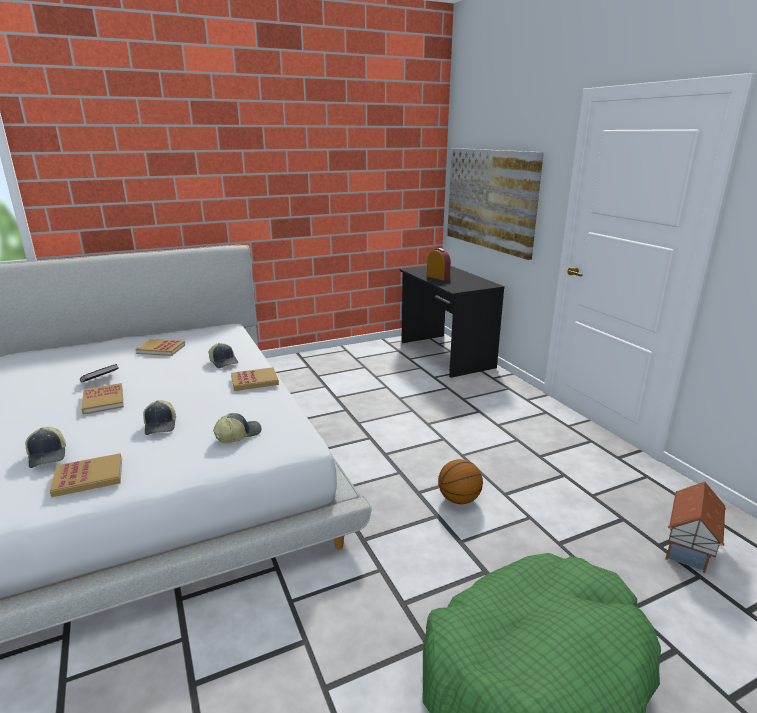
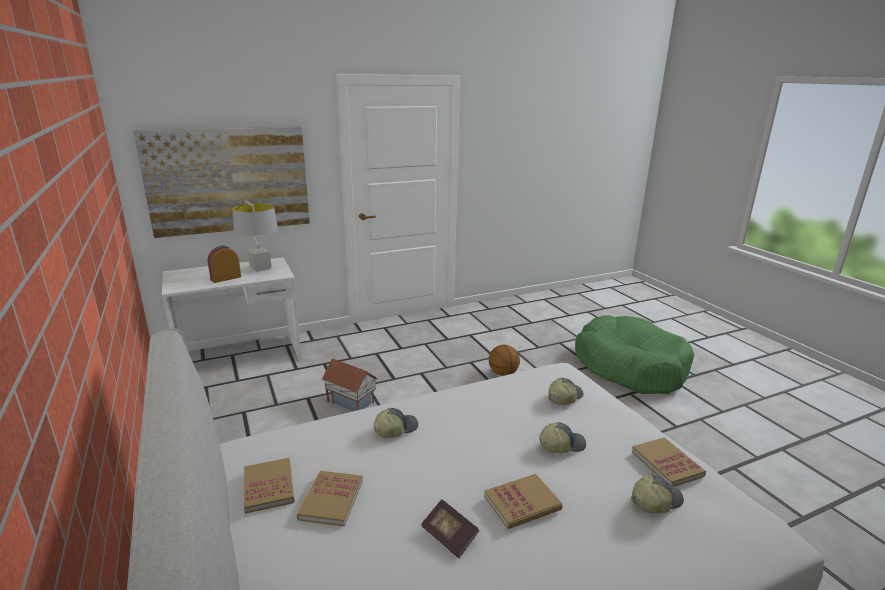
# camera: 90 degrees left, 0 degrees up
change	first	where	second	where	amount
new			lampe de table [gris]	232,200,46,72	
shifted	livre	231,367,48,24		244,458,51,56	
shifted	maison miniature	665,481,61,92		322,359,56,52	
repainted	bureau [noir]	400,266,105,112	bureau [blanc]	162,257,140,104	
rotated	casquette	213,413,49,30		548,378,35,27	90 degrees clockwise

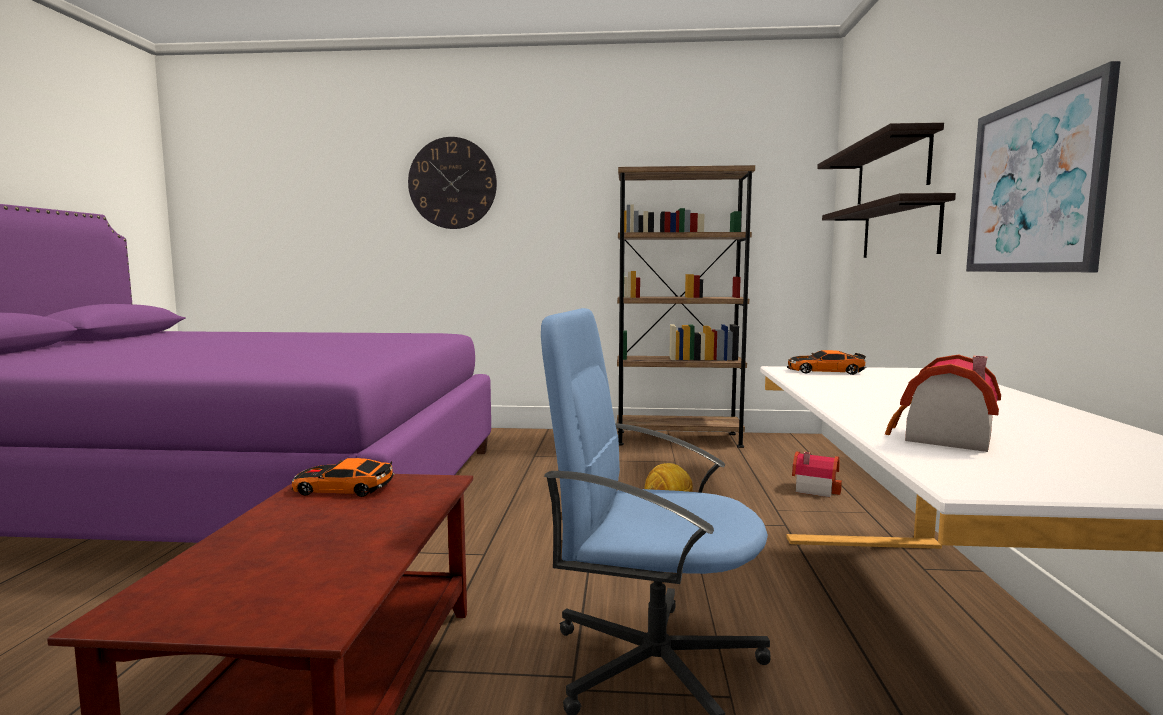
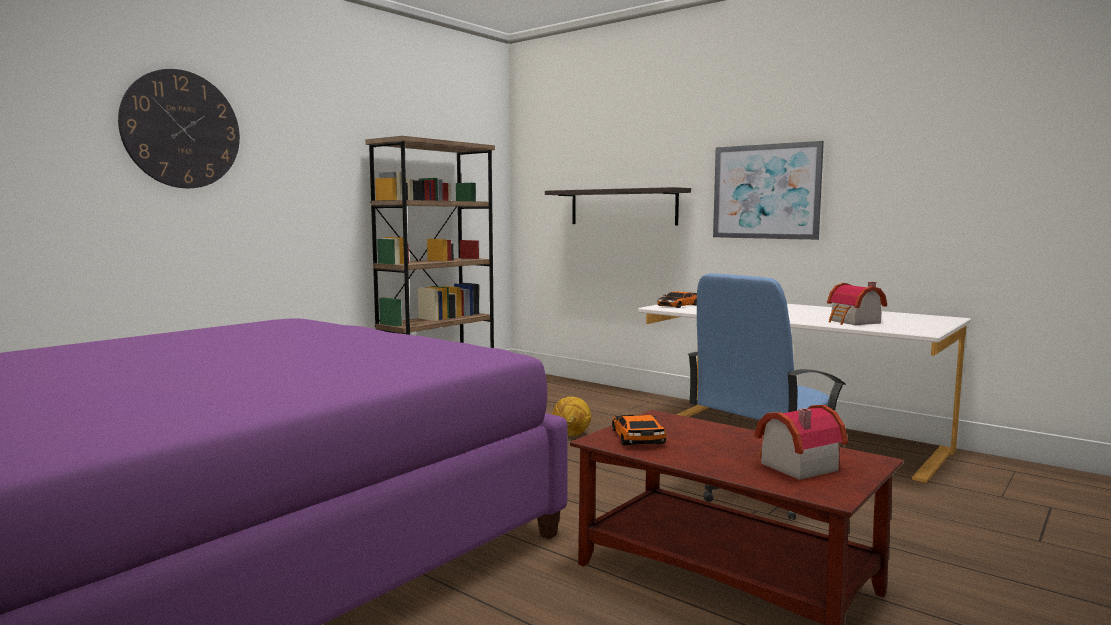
# camera: 55 degrees left, 0 degrees up
change	first	where	second	where	amount
gone	étagère	817,122,127,83			
shifted	maison miniature	792,451,50,46		754,405,94,75	
rotated	petite voiture	292,458,103,39		612,414,54,31	135 degrees clockwise

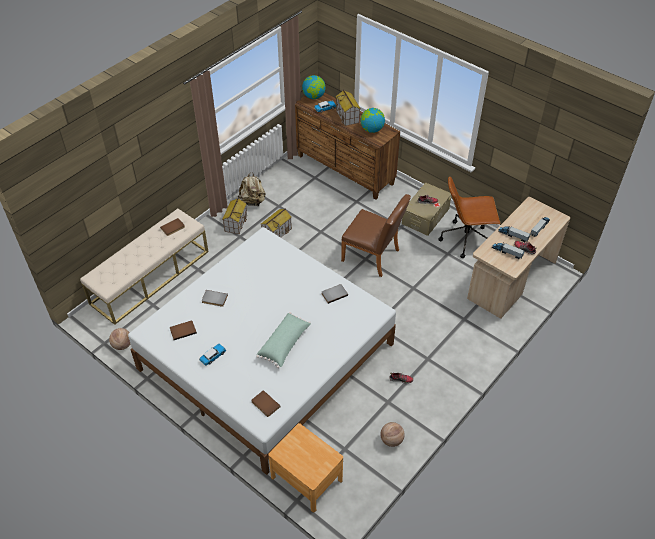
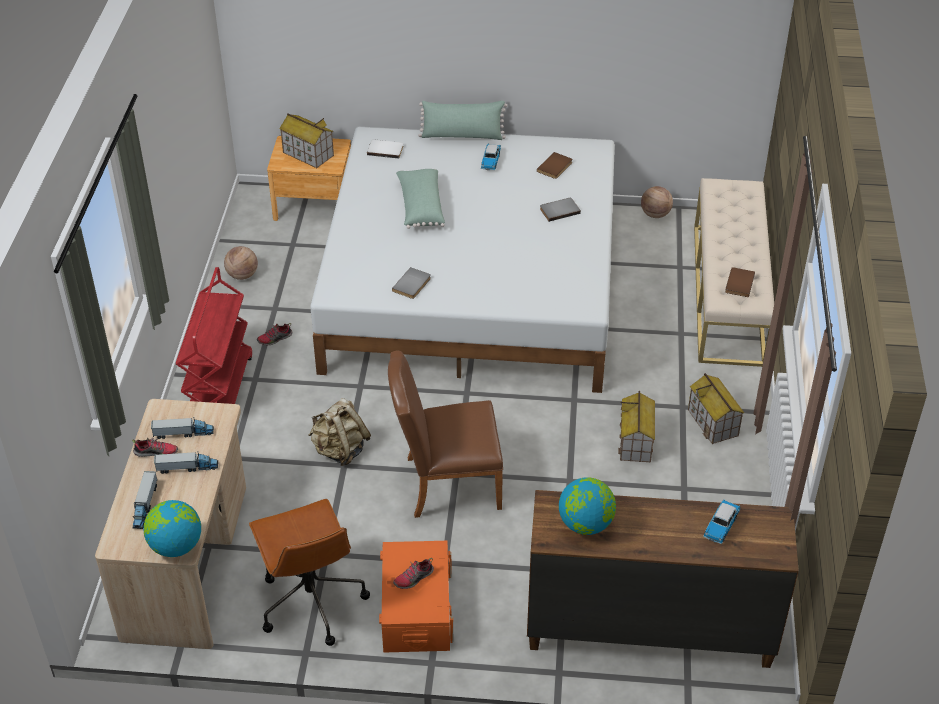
# camera: 145 degrees right, 5 degrees down
change	first	where	second	where	amount
new			chariot [rouge]	176,267,76,137	
new			coussin [vert]	418,101,89,39	
shifted	sac à dos [beige]	238,173,28,34		308,398,63,68	
shifted	globe	302,75,24,24		143,500,58,57	
shifted	maison miniature	336,89,25,37		279,113,55,55	
repainted	livre [marron]	251,390,30,27	livre [blanc]	367,139,37,20	
repainted	boîte de rangement [beige]	402,183,50,53	boîte de rangement [orange]	379,541,74,112	
rotated	chaise de bureau [marron]	438,176,63,82		249,499,121,147	105 degrees clockwise

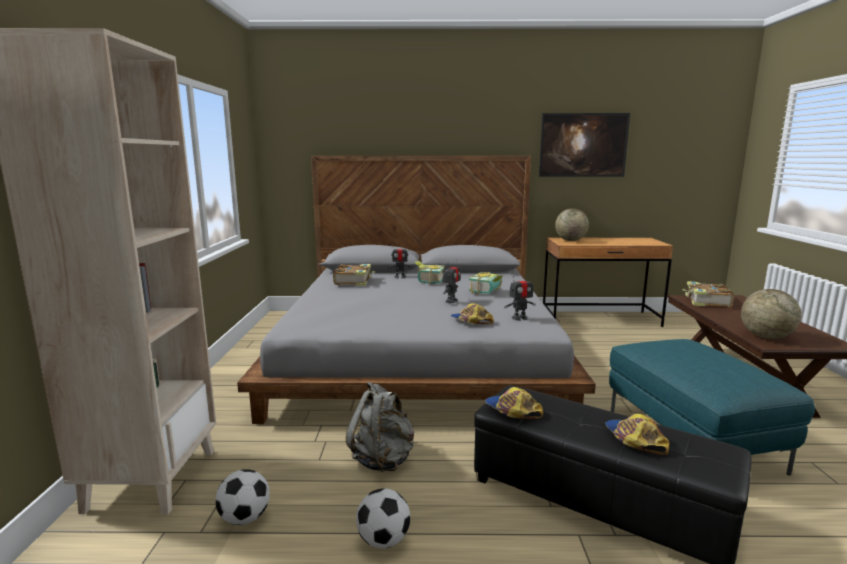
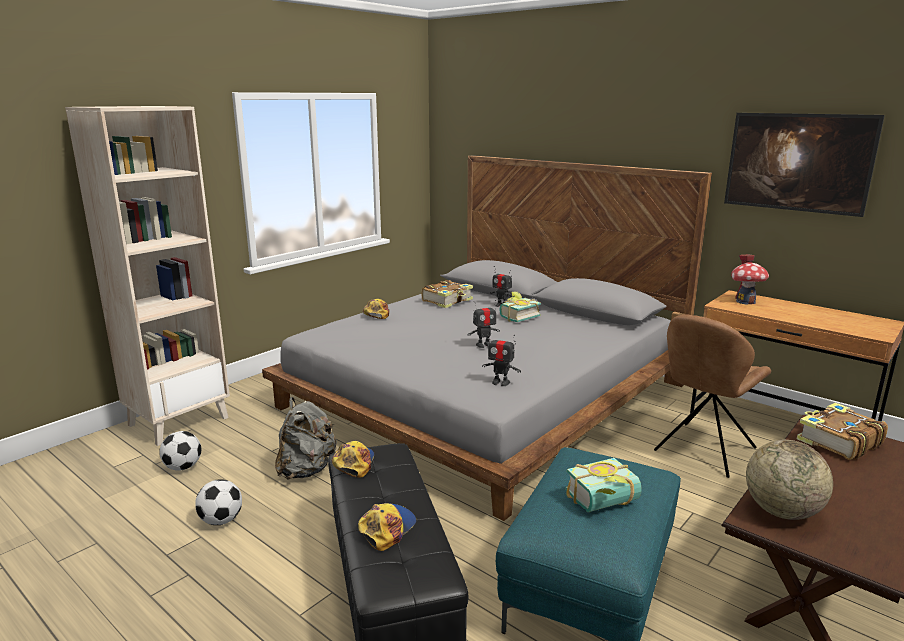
# camera: 40 degrees right, 5 degrees up
change	first	where	second	where	amount
new			chaise [marron]	654,314,117,164	
shifted	casquette	450,303,44,21		363,299,26,20	
shifted	livre	469,272,34,22		566,458,76,54	
swapped	globe	555,209,34,32	maison miniature	731,254,38,51	

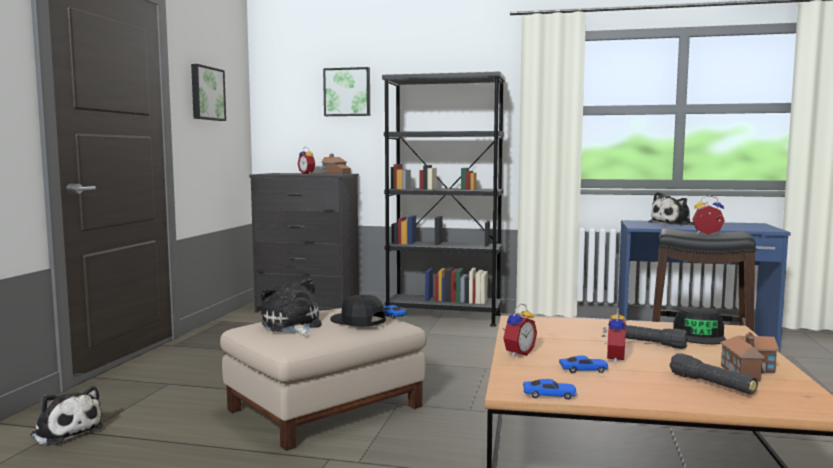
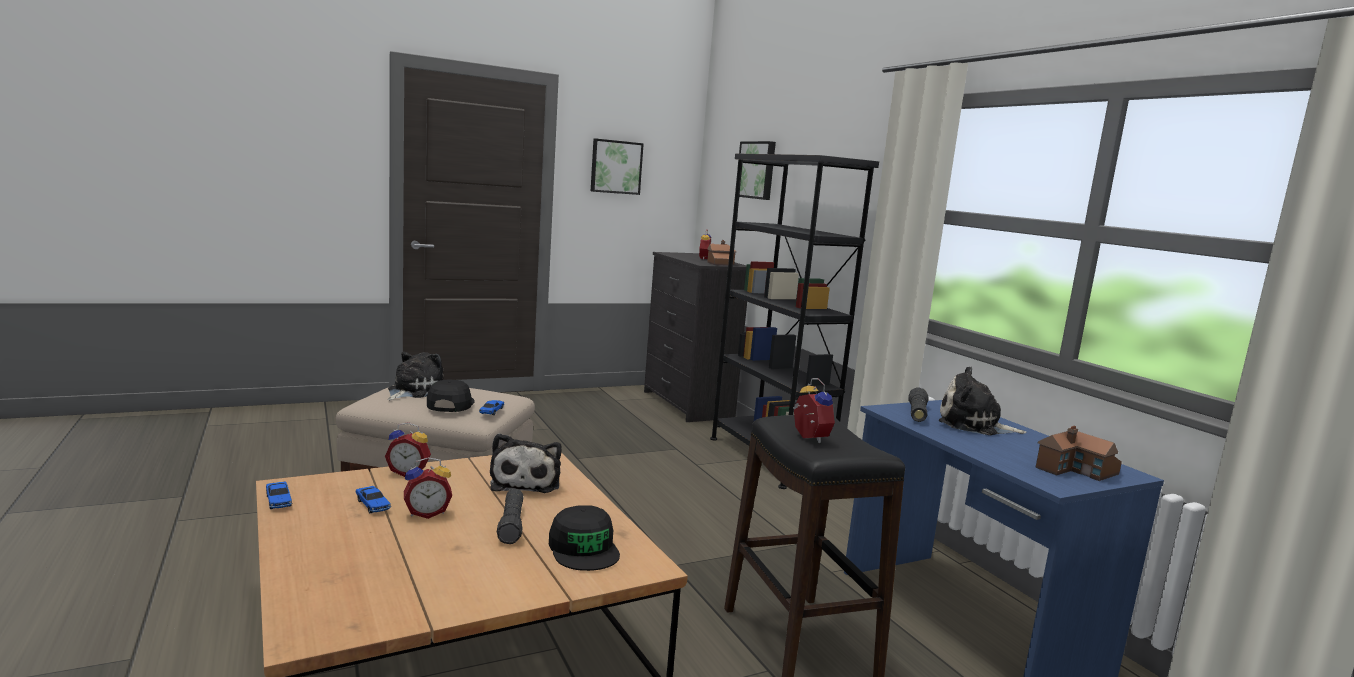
# camera: 50 degrees right, 5 degrees up
change	first	where	second	where	amount
shifted	peluche	31,386,72,59		490,433,72,60	
shifted	lampe de poche [noir]	670,353,88,41		908,387,21,35	
shifted	maison miniature	720,332,59,49		1035,426,87,55	
rotated	casquette [noir]	673,307,53,37		549,505,71,66	90 degrees counterclockwise

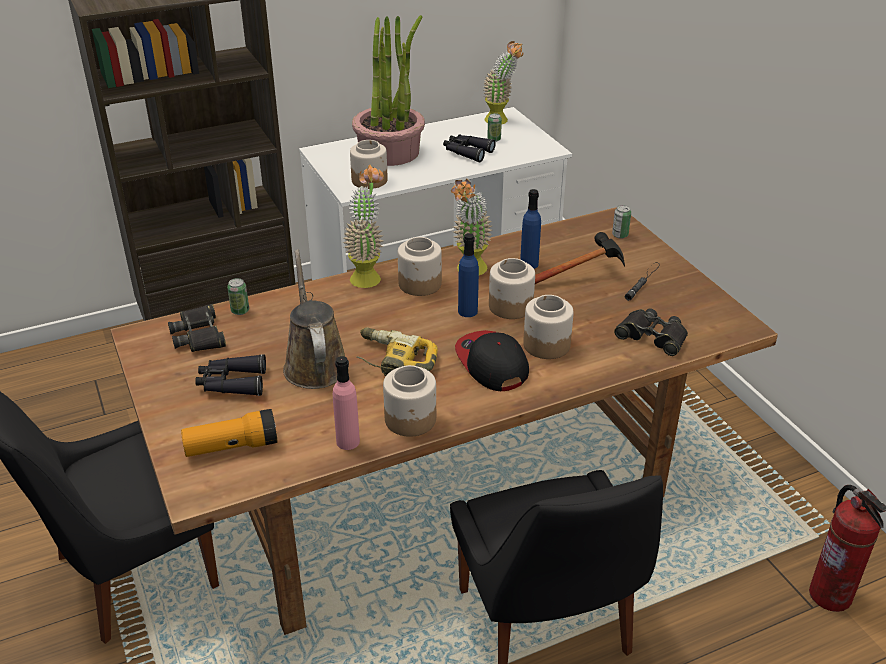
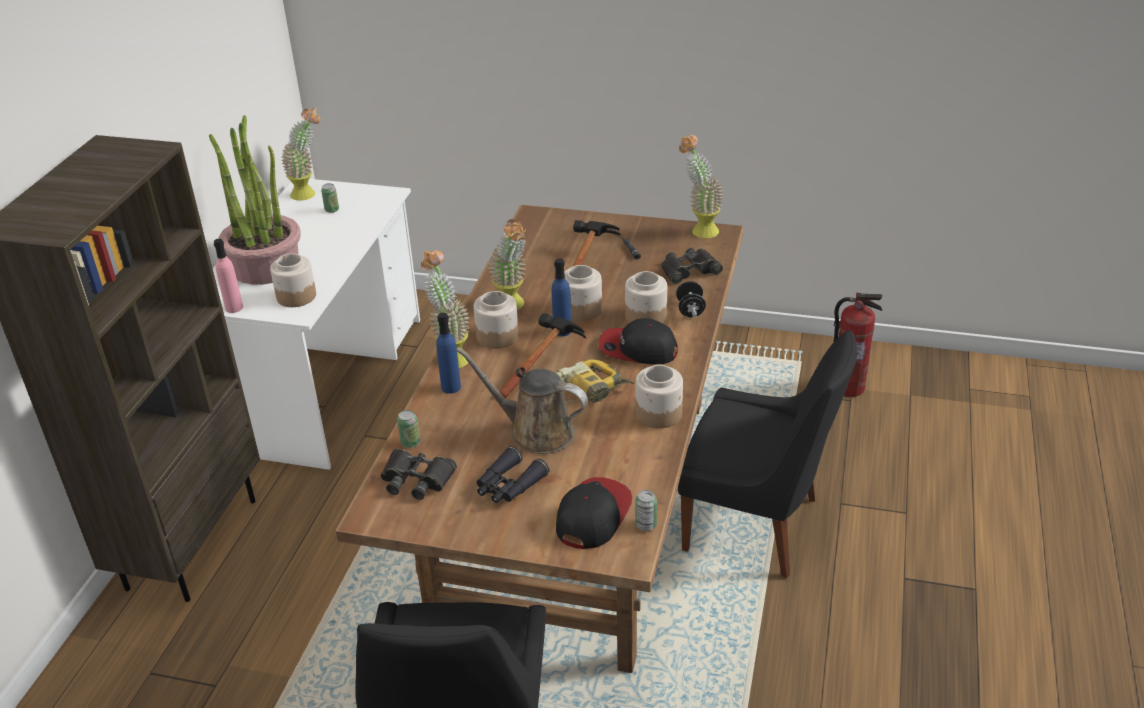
# camera: 50 degrees left, 0 degrees up
change	first	where	second	where	amount
gone	jumelles [noir]	443,134,53,28			
new			marteau	499,313,87,85	
new			haltère [noir]	676,281,30,36	
new			plante en pot	679,135,44,103	
shifted	bouteille [rose]	333,356,27,94		214,239,29,74	
shifted	bouteille [bleu]	520,189,21,80		436,313,25,81	
shifted	boîte métallique	612,205,19,34		636,490,21,41	
swapped	lampe de poche	181,409,96,48	casquette	556,477,76,72	

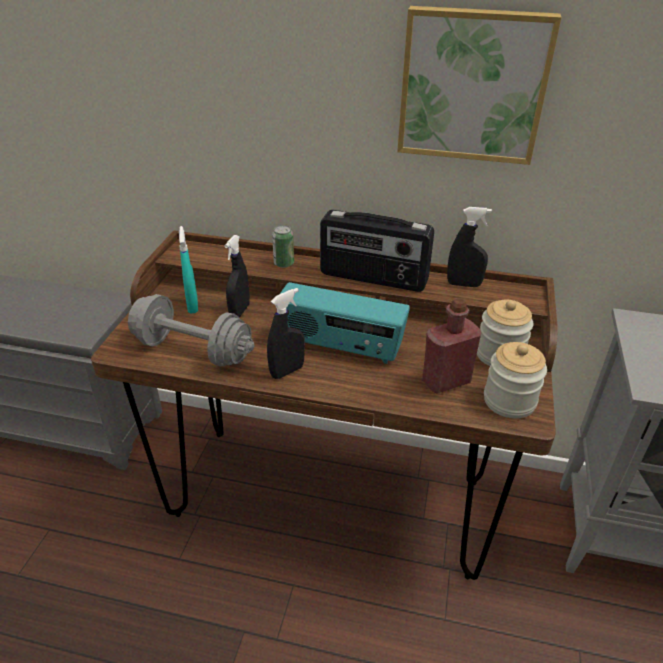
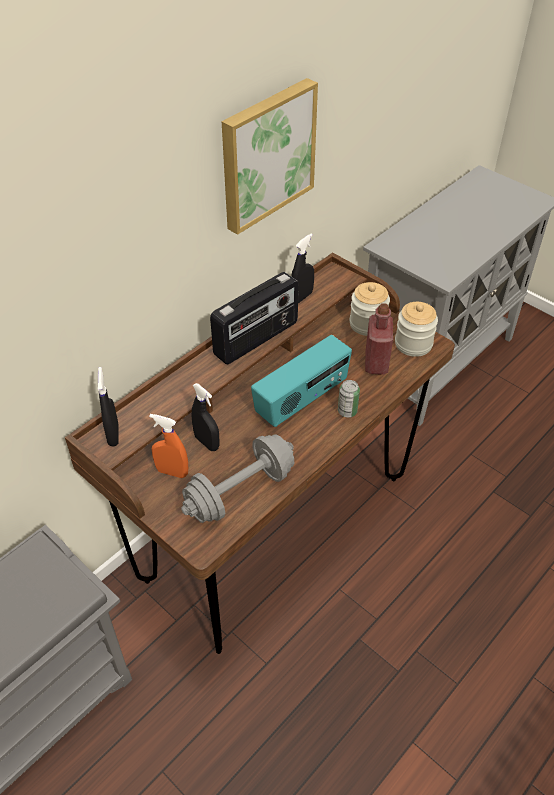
# camera: 60 degrees left, 10 degrees up
change	first	where	second	where	amount
shifted	vaporisateur [noir]	267,288,38,91		97,367,22,79	
shifted	boîte métallique	272,225,22,43		338,380,22,38	
repainted	vaporisateur [turquoise]	179,226,19,87	vaporisateur [orange]	149,414,39,64	

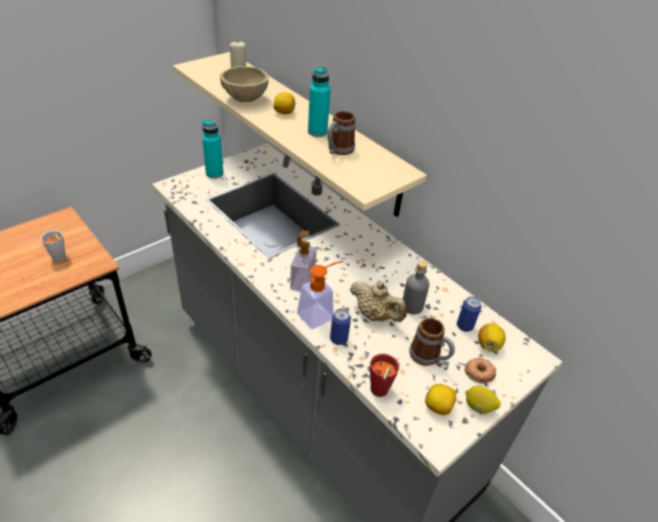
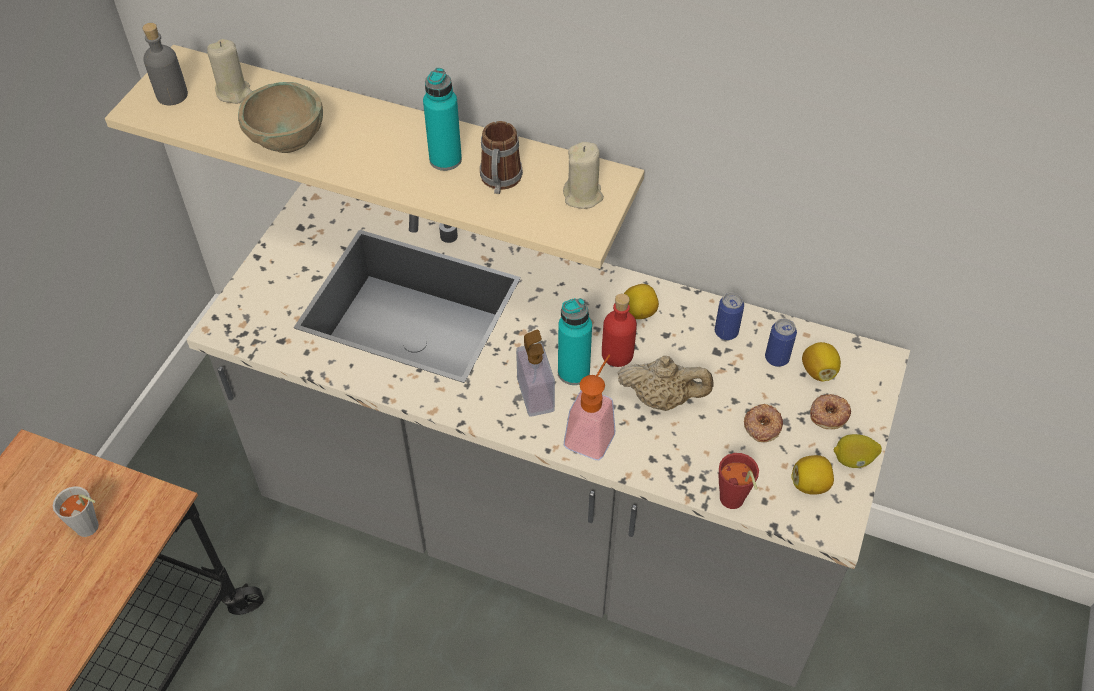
# camera: 25 degrees left, 10 degrees up
change	first	where	second	where	amount
new			bougie [beige]	563,142,41,67	
new			bouteille [rouge]	602,294,35,73	
shifted	bouteille [turquoise]	202,120,21,59		558,298,34,87	
shifted	citron	274,92,21,22		624,284,35,35	
shifted	boîte métallique	330,308,21,37		715,292,29,48	
shifted	bouteille [gris]	402,260,27,55		142,23,46,82	
swapped	mug	409,318,46,49	beignet	744,404,39,38	

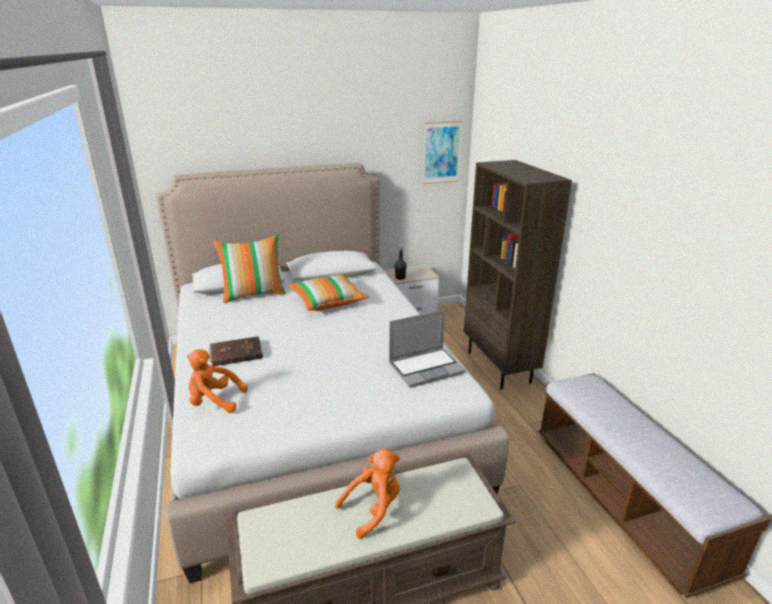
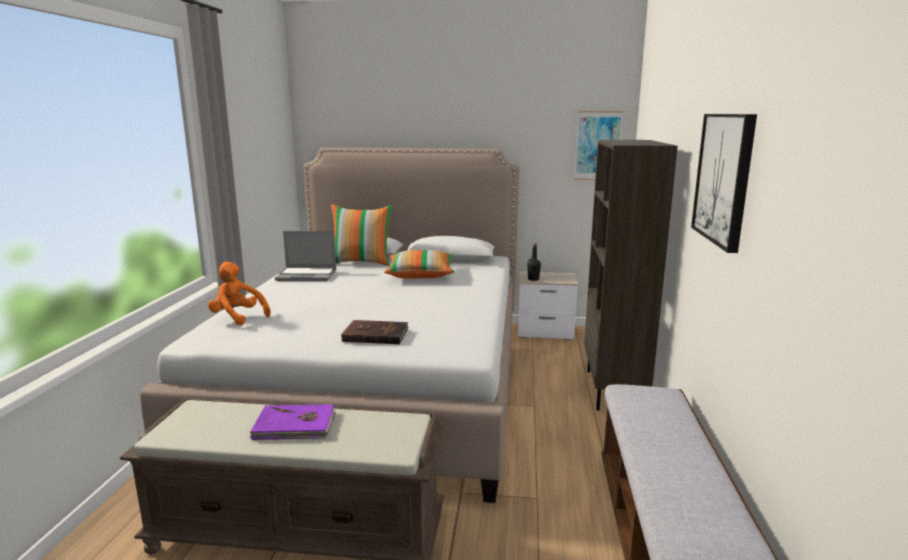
# camera: 25 degrees right, 10 degrees down
change	first	where	second	where	amount
new			tableau	691,114,66,139	
shifted	livre [marron]	209,336,54,30		341,320,68,24	
shifted	ordinateur portable	389,310,77,78		275,231,61,50	
swapped	peluche [orange]	335,449,65,90	livre [violet]	249,404,87,36	

